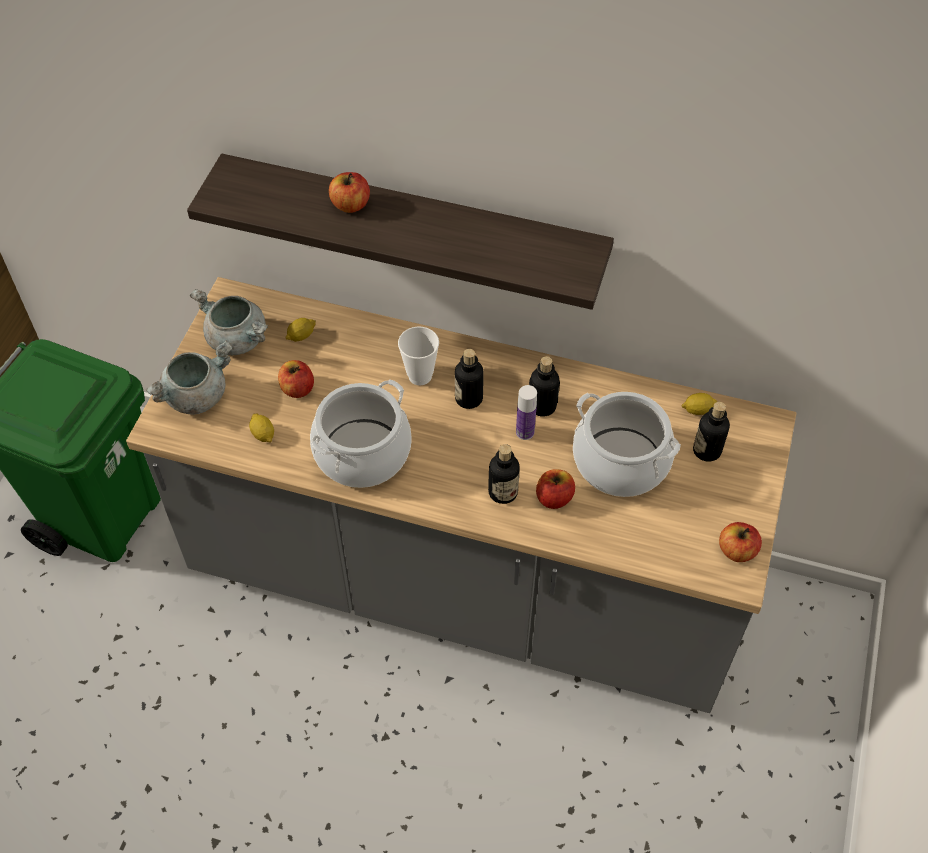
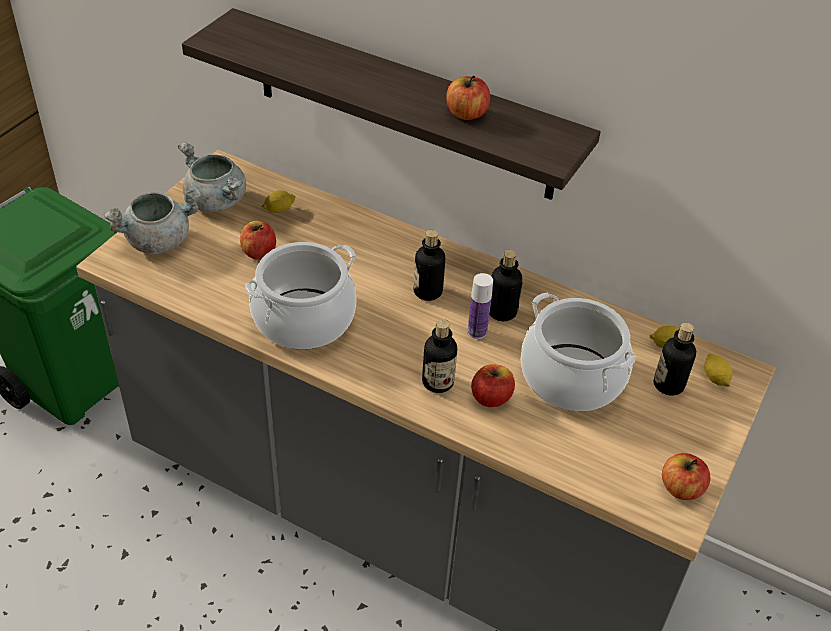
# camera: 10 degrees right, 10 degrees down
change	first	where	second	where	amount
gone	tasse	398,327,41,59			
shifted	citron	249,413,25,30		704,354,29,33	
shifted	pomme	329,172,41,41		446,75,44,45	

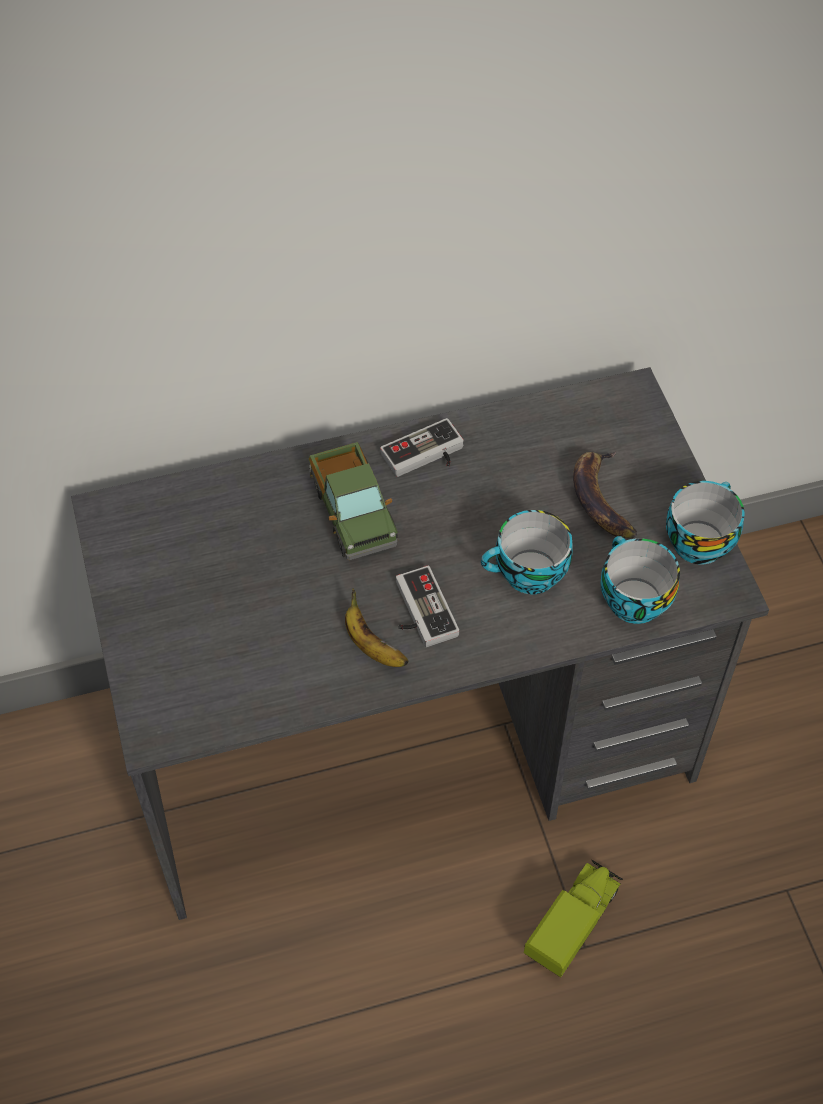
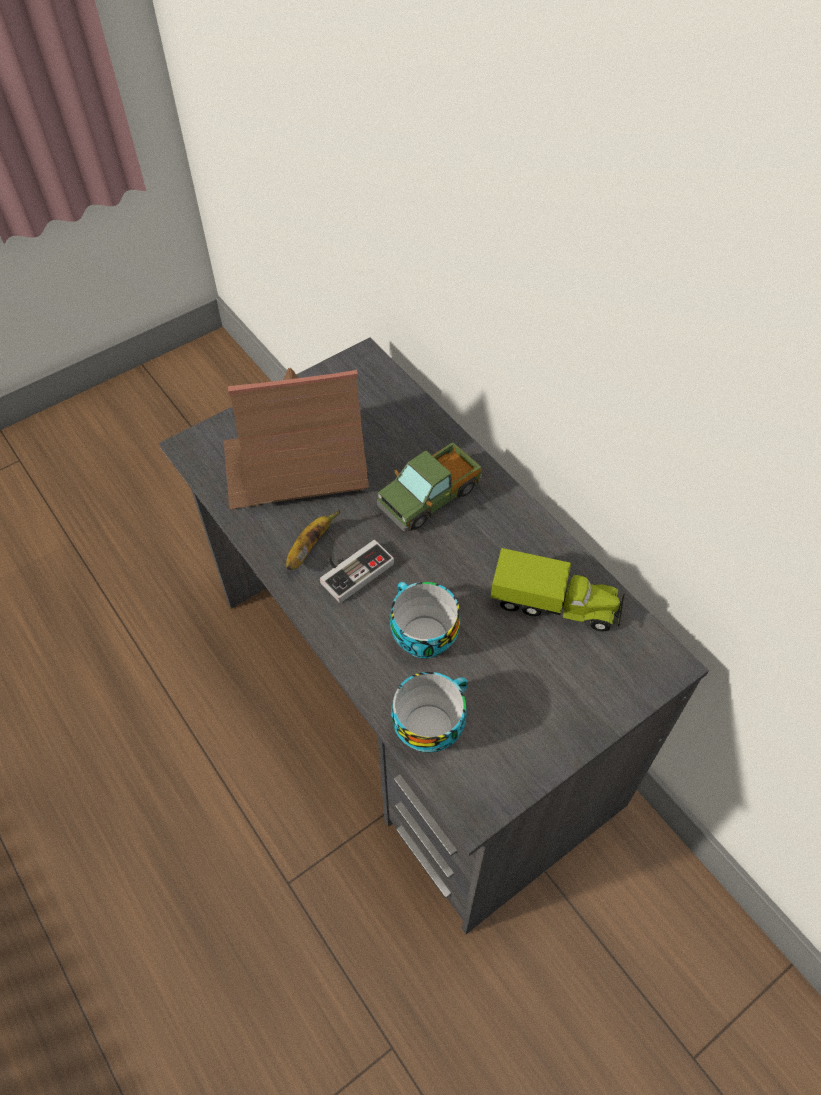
# camera: 70 degrees right, 0 degrees up
change	first	where	second	where	amount
gone	manette	380,418,84,59			
gone	banane	573,451,64,87			
gone	tasse	666,481,79,83			
new			maison miniature	223,368,146,141	
shifted	camion jouet	524,860,99,117		490,548,134,83	

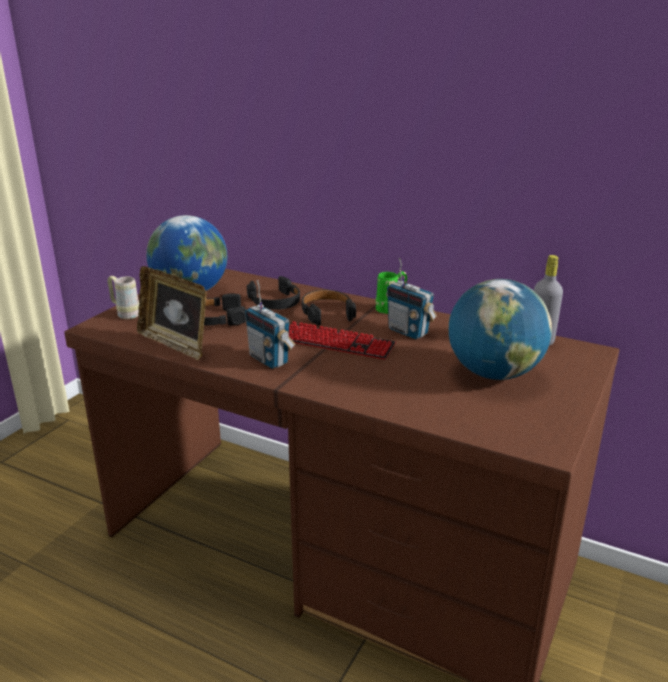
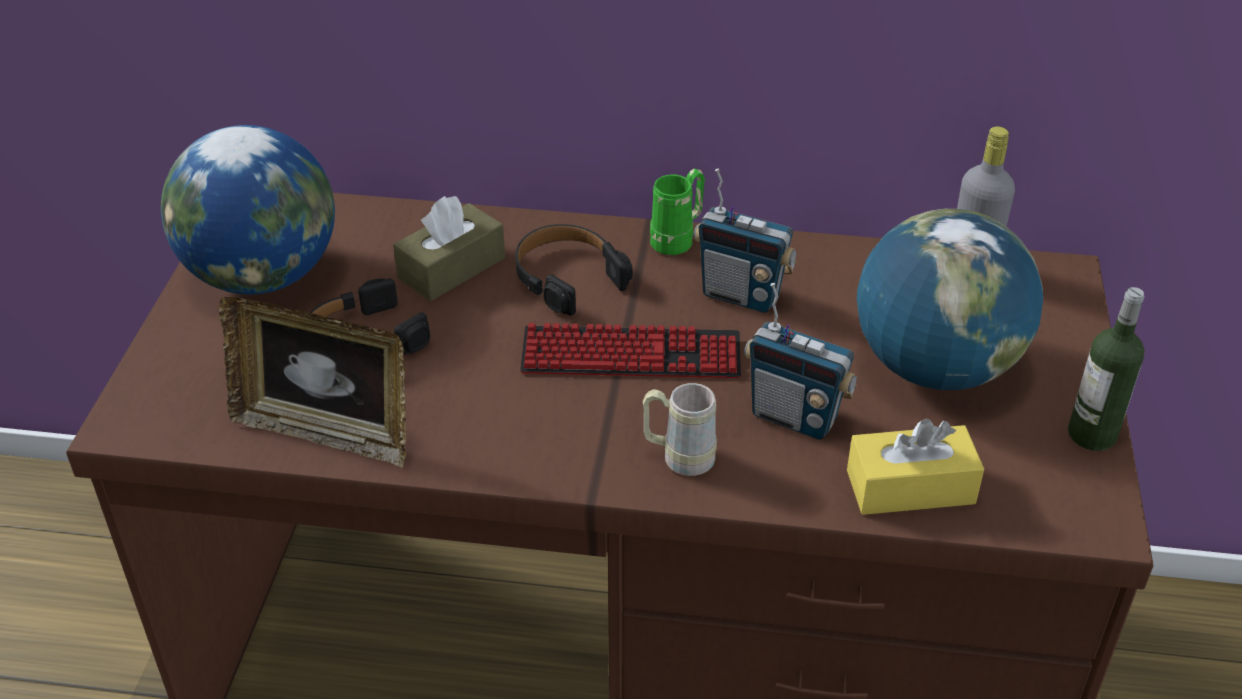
# camera: 20 degrees left, 15 degrees up
change	first	where	second	where	amount
new			boîte à mouchoirs [jaune]	847,418,137,97	
new			bouteille	1068,287,77,164	
shifted	mug [beige]	107,276,32,43		643,383,74,93	
shifted	radio	245,280,51,89		744,283,113,157	
swapped	casque audio [noir]	247,276,53,34	boîte à mouchoirs [marron]	393,196,112,105	

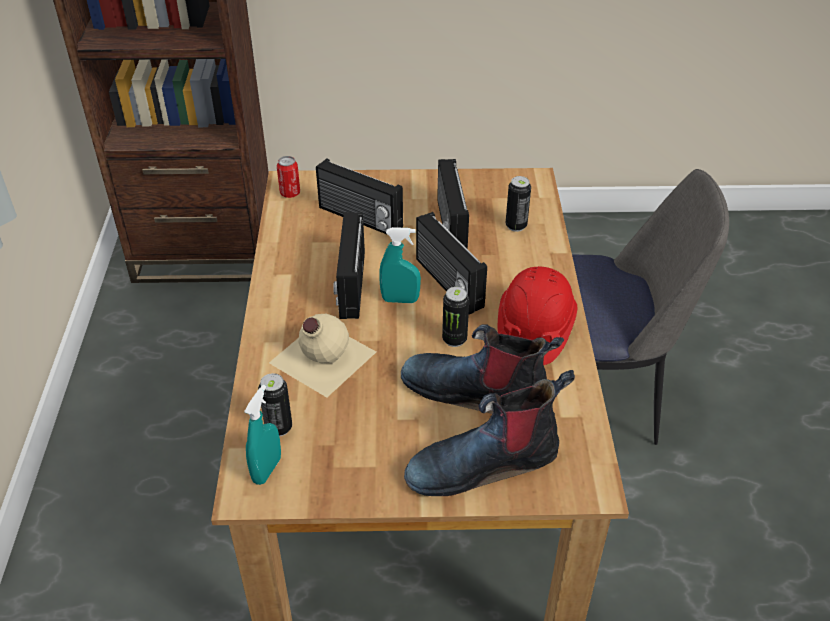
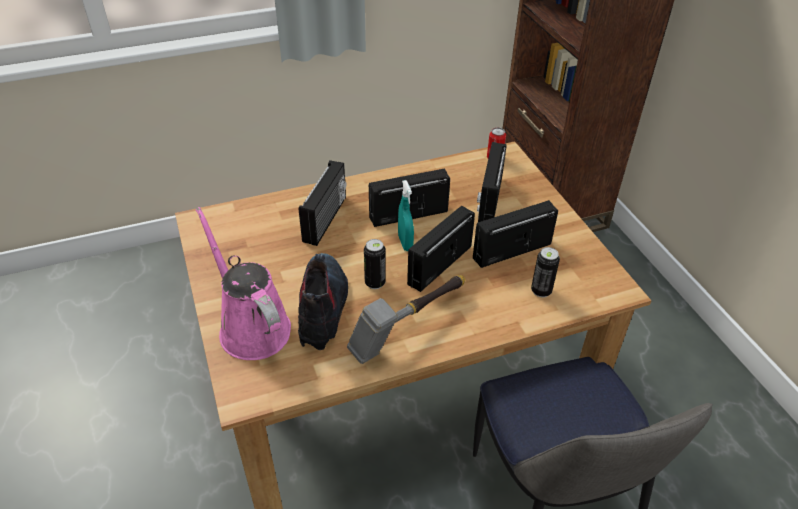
# camera: 70 degrees right, 0 degrees up
change	first	where	second	where	amount
gone	vaporisateur [turquoise]	244,385,37,100			
gone	boîte métallique	258,373,34,64			
swapped	bouteille [beige]	269,314,107,84	radio	299,160,48,86	
swapped	botte	404,370,171,126	arrosoir [rose]	196,207,95,153	
swapped	casque de chantier [rouge]	498,266,79,99	marteau	347,275,118,89	

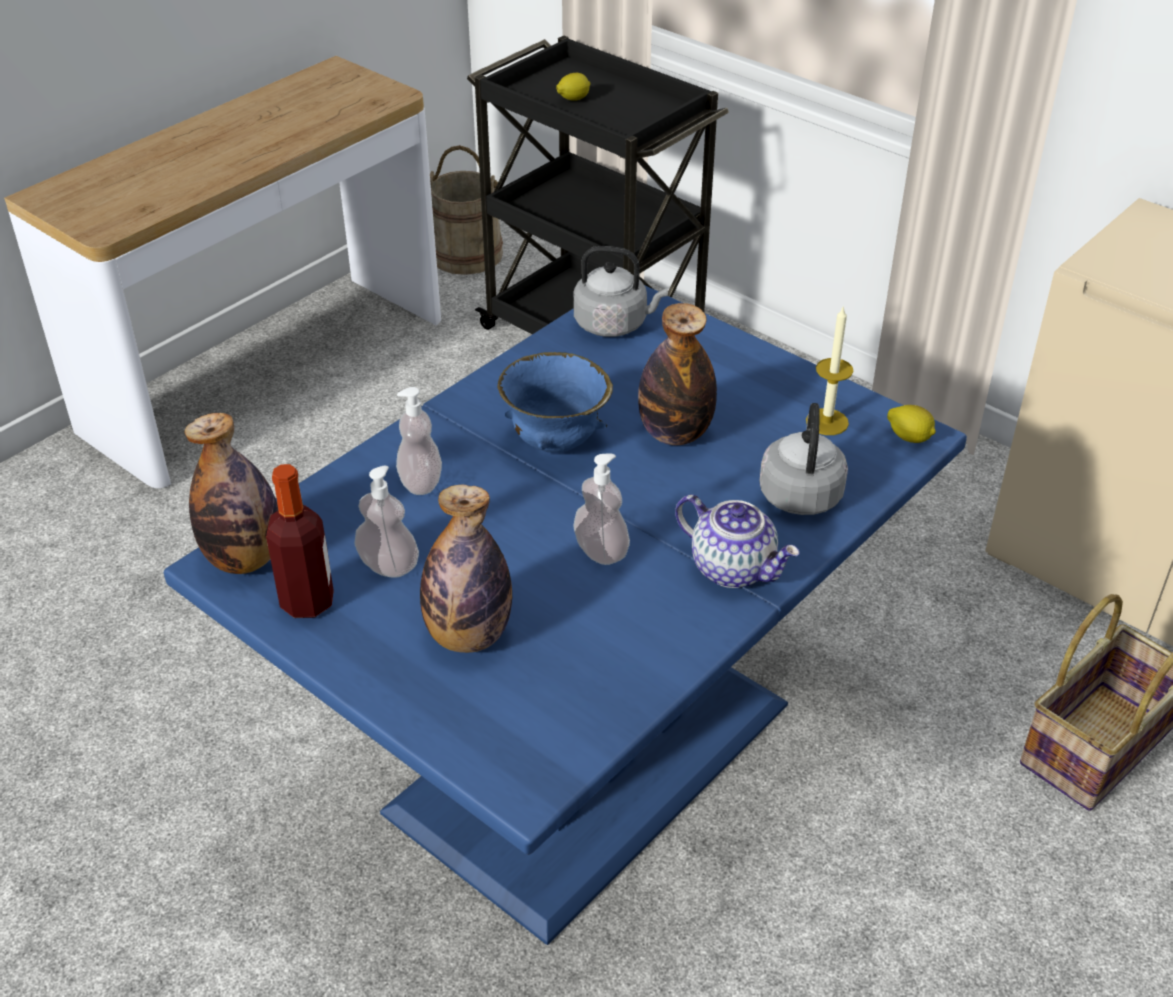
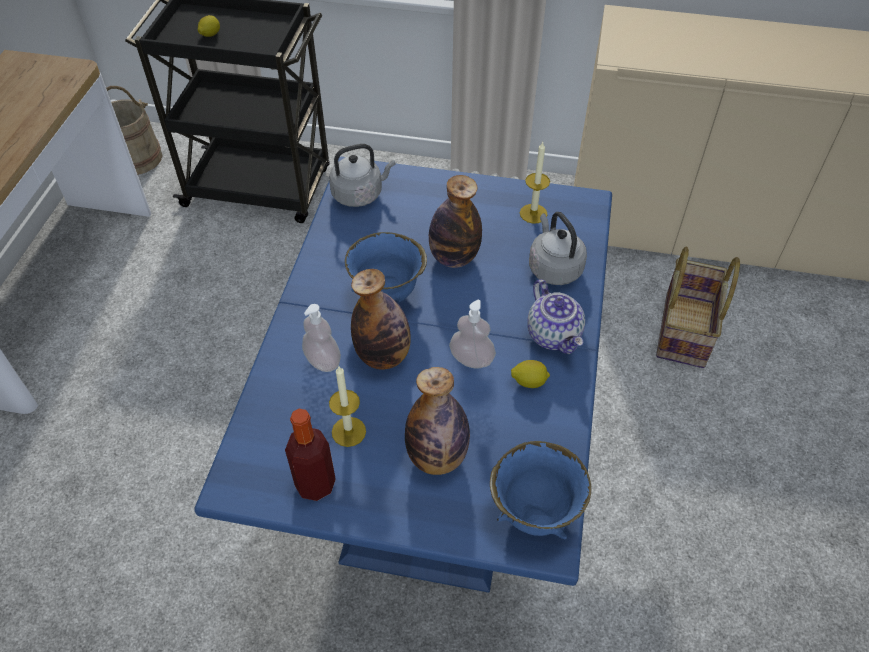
# camera: 30 degrees left, 10 degrees up
change	first	where	second	where	amount
new			bol [bleu]	490,441,101,98	
shifted	bouteille	184,413,94,161		351,269,60,101	
shifted	citron	887,405,49,38		511,360,39,28	
swapped	distributeur de savon	354,466,65,112	bougie	329,366,37,81	
rotated	théière	675,494,125,94		527,279,58,75	60 degrees clockwise

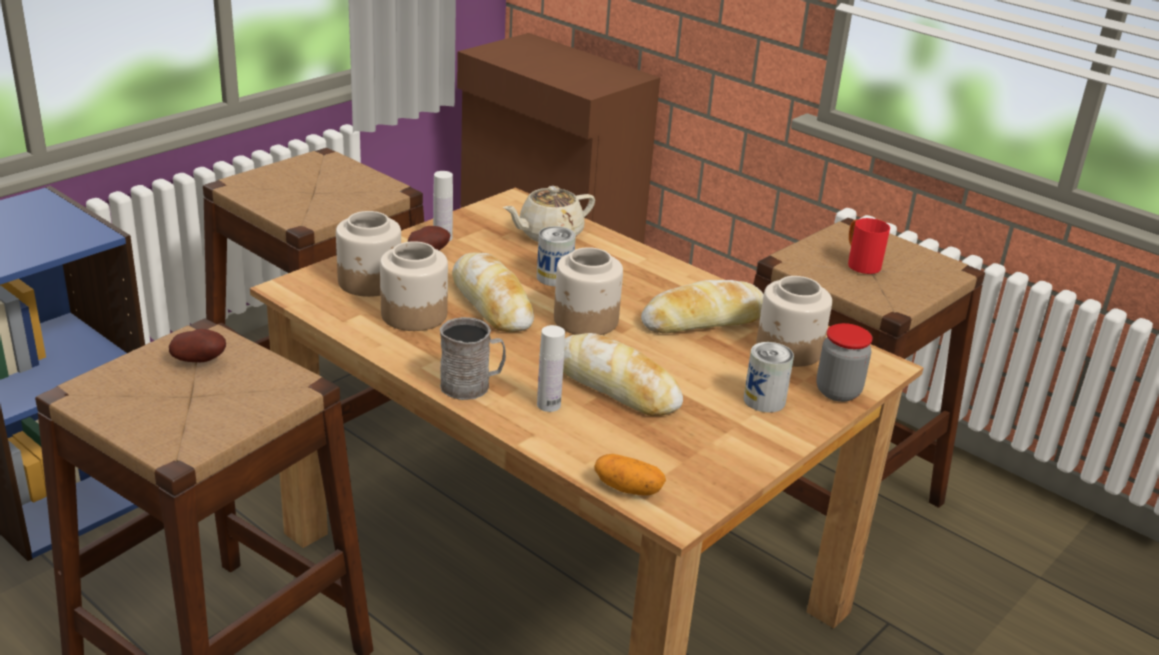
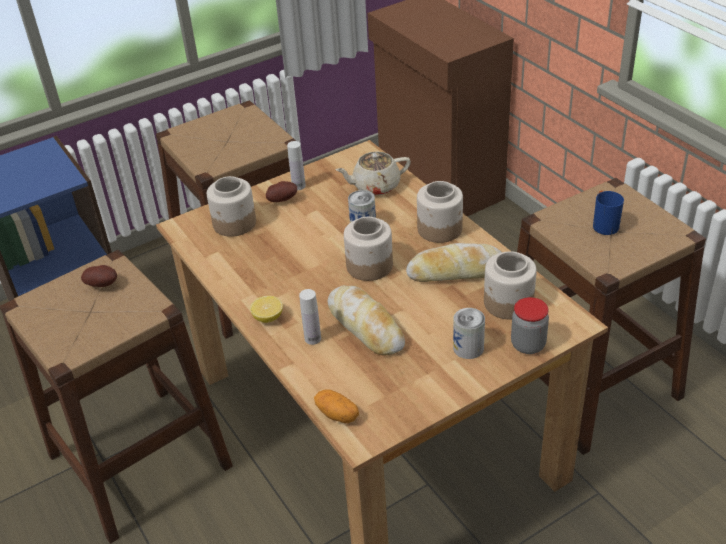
# camera: 20 degrees right, 10 degrees up
change	first	where	second	where	amount
gone	pain	452,252,82,80			
shifted	bocal	380,241,68,90		417,181,46,62	
swapped	mug [gris]	439,317,67,83	citron	250,296,33,27	
repainted	mug [rouge]	848,218,42,56	mug [bleu]	593,191,31,44	

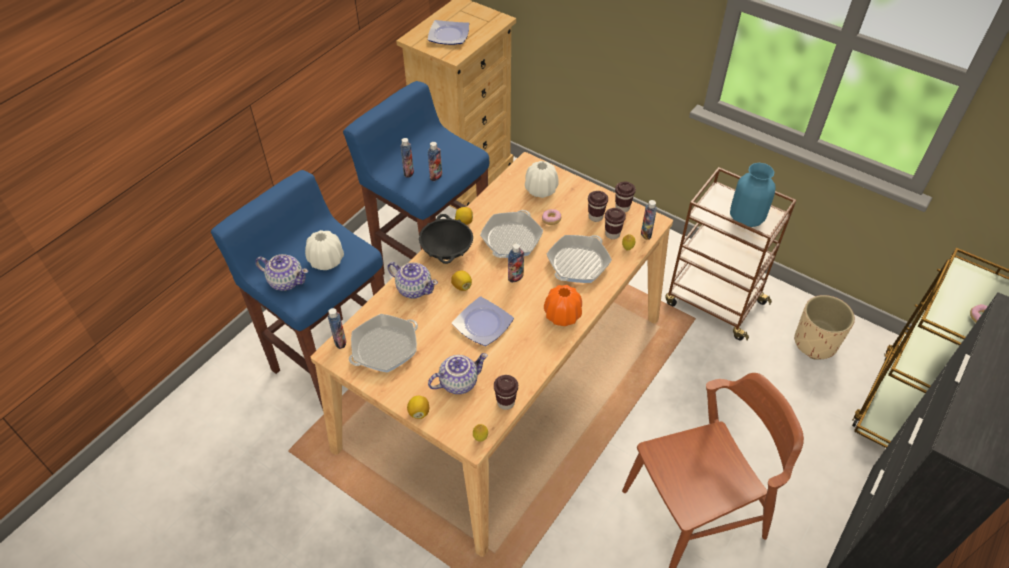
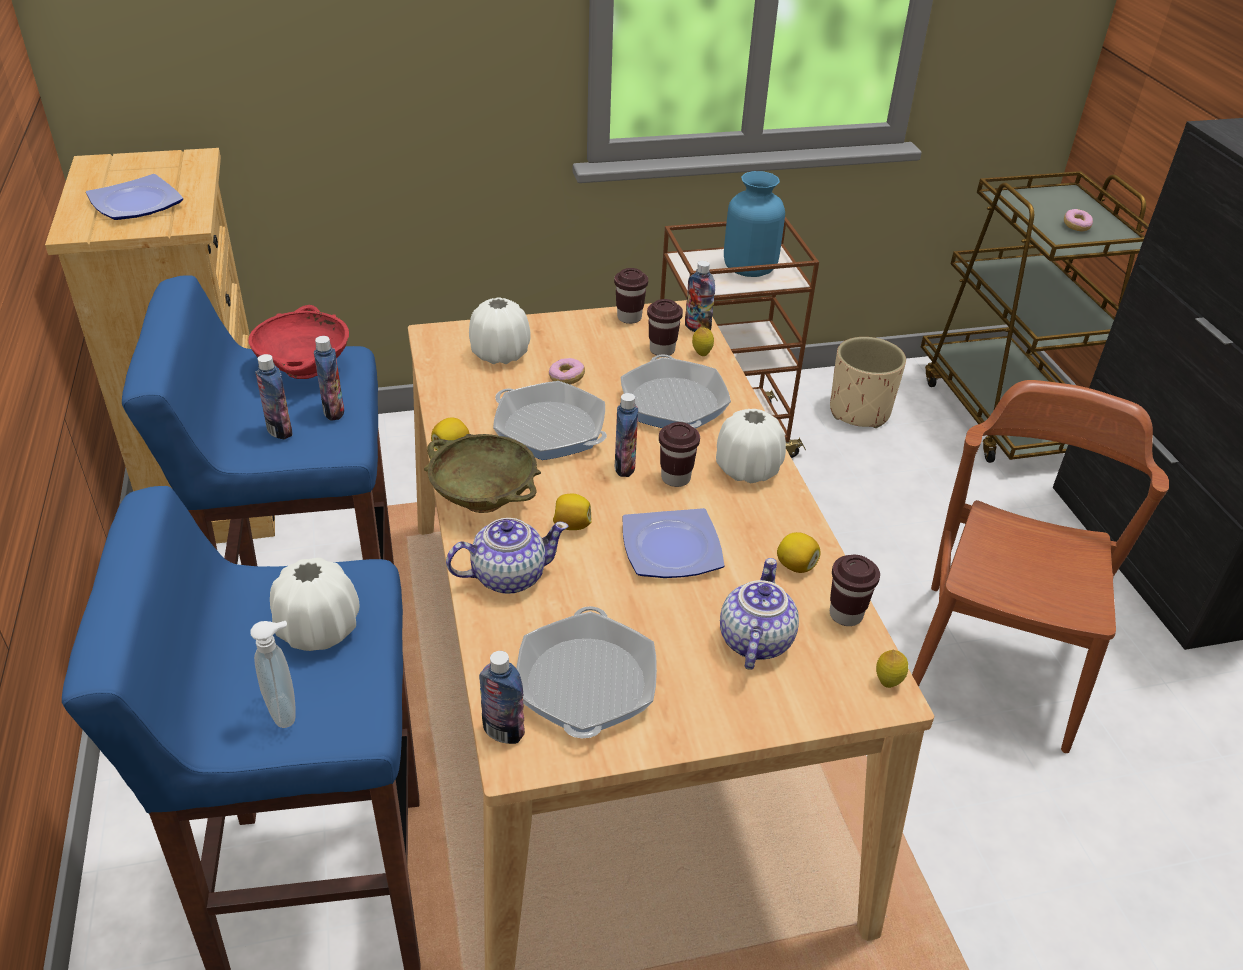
# camera: 50 degrees left, 10 degrees down
change	first	where	second	where	amount
new			bol [rouge]	248,305,101,74	
shifted	citron	407,396,22,23		777,532,43,41	
shifted	tasse [marron]	588,191,20,31		659,422,41,65	
swapped	théière	255,254,53,37	distributeur de savon	250,621,46,107	
repainted	bol [noir]	419,214,54,50	bol [beige]	424,434,117,79	
repainted	vase [orange]	544,285,38,41	vase [blanc]	716,409,70,74	
rotated	poêle	480,210,63,48		493,381,114,79	150 degrees clockwise

